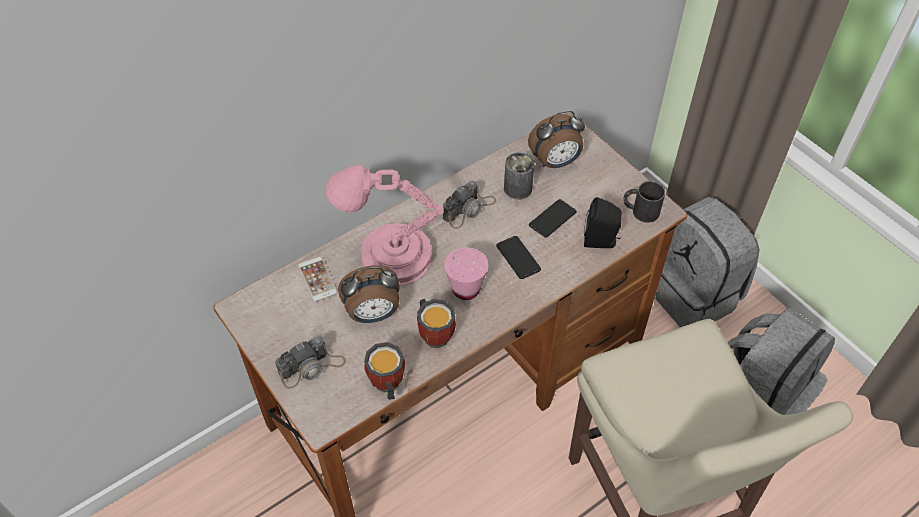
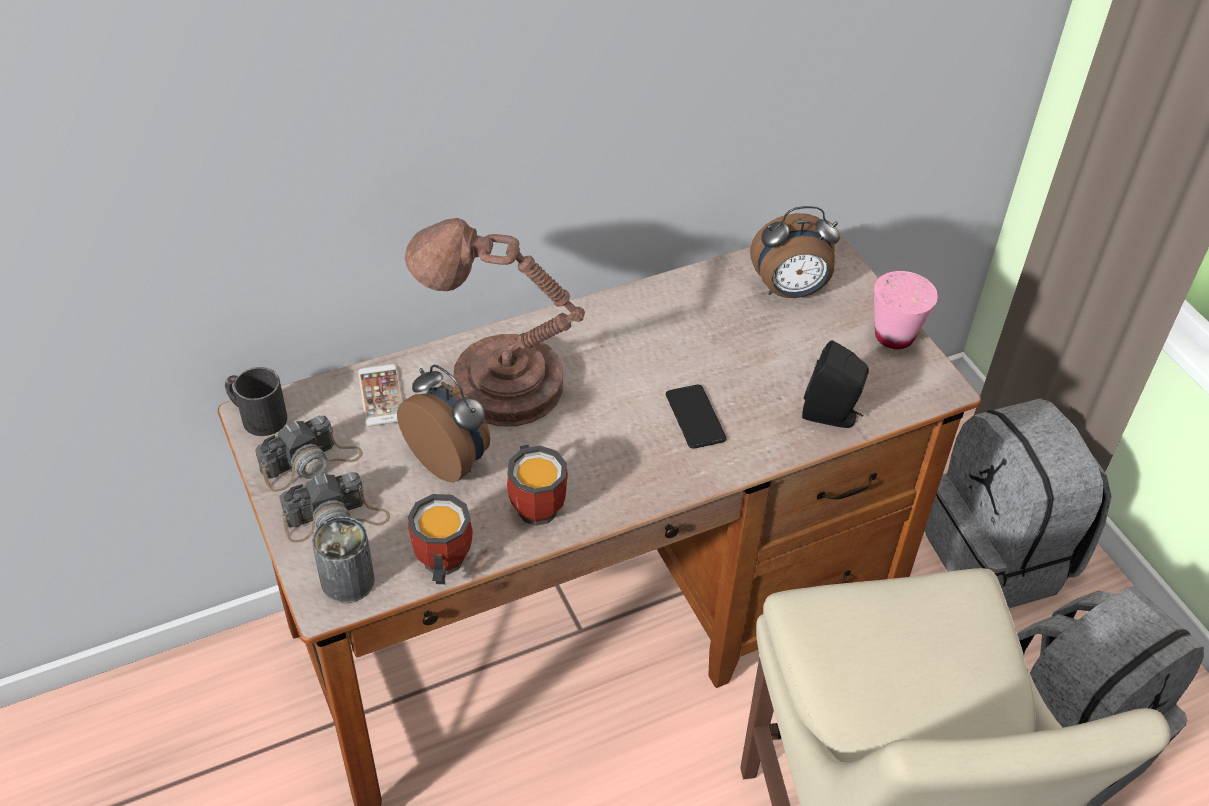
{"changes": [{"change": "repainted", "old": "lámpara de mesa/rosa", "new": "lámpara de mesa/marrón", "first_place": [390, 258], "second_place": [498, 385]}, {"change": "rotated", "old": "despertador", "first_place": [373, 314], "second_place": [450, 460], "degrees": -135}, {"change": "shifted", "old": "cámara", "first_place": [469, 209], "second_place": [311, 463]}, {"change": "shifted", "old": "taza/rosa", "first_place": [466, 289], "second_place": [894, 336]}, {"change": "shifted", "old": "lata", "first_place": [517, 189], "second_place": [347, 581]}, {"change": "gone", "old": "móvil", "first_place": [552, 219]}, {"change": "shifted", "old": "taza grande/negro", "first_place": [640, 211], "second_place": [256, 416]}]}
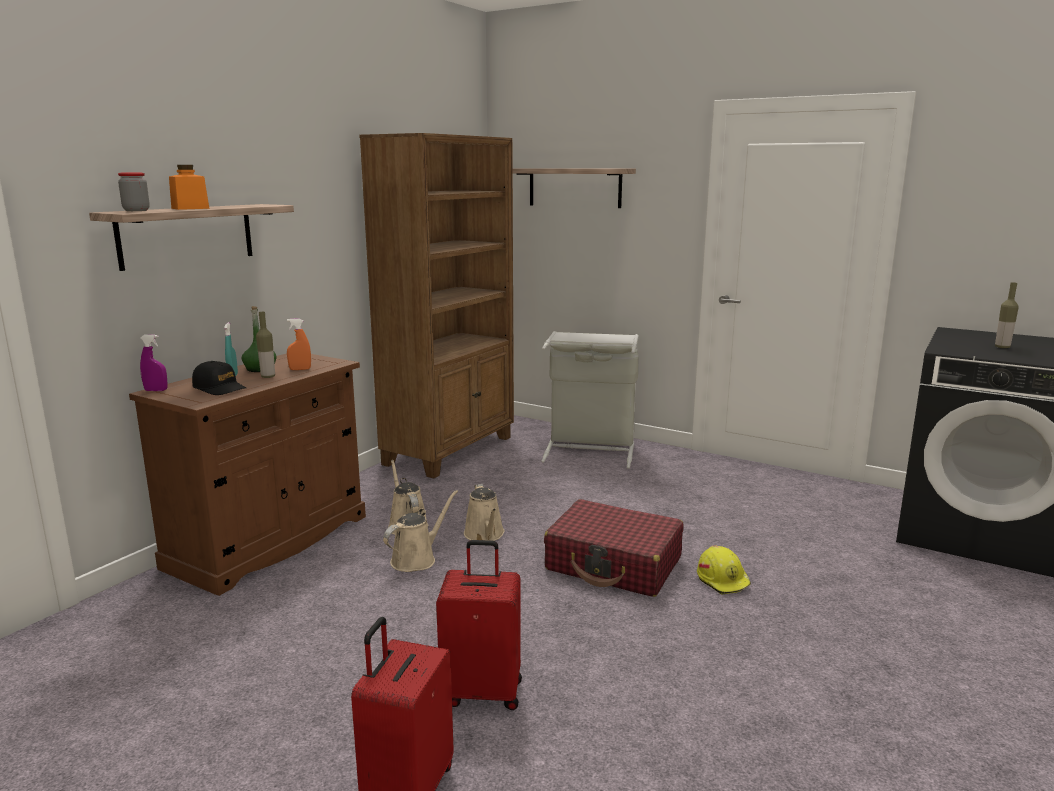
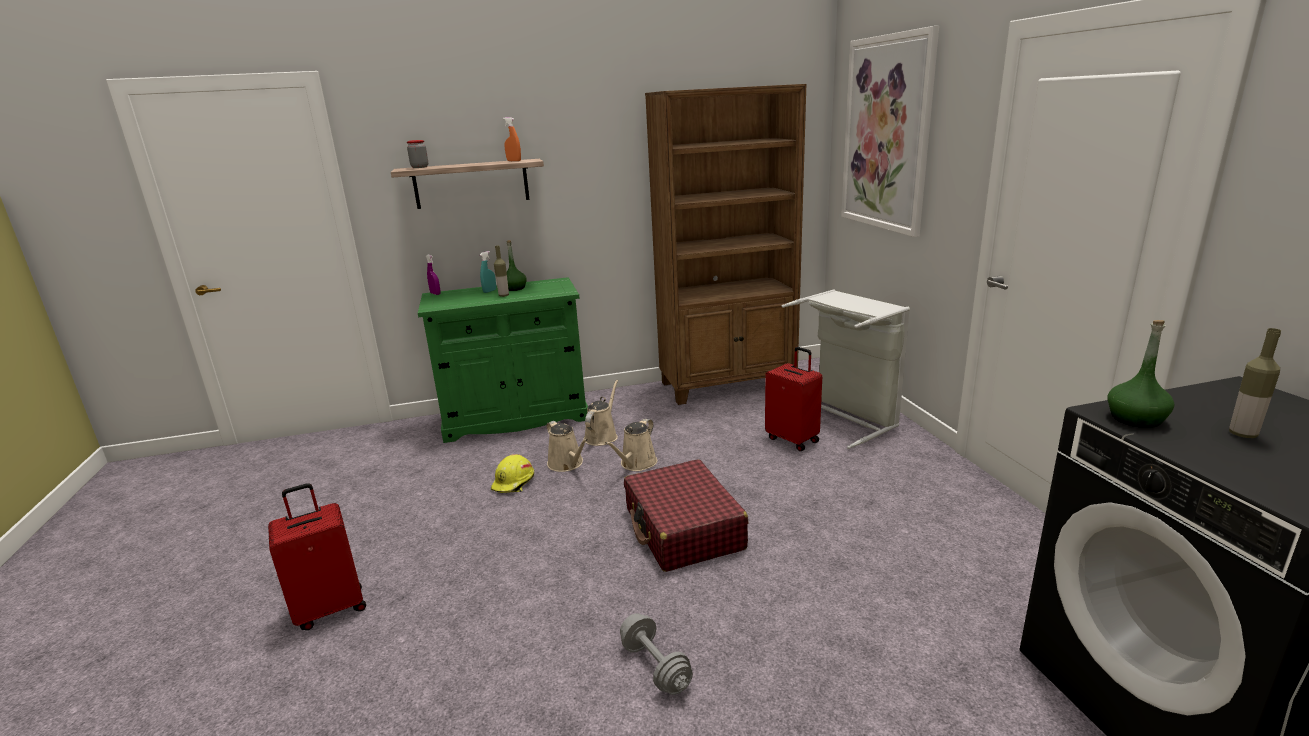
{"changes": [{"change": "repainted", "old": "armario/marrón", "new": "armario/verde", "first_place": [269, 541], "second_place": [516, 417]}, {"change": "gone", "old": "tarro/naranja", "first_place": [190, 208]}, {"change": "gone", "old": "gorra/negro", "first_place": [219, 388]}, {"change": "shifted", "old": "pulverizador/naranja", "first_place": [300, 369], "second_place": [514, 161]}, {"change": "rotated", "old": "regadera/beis", "first_place": [417, 559], "second_place": [567, 464], "degrees": 60}, {"change": "shifted", "old": "maleta/rojo", "first_place": [483, 691], "second_place": [793, 439]}, {"change": "swapped", "old": "estante", "new": "cuadro", "first_place": [574, 187], "second_place": [886, 134]}, {"change": "shifted", "old": "casco/amarillo", "first_place": [723, 580], "second_place": [514, 483]}, {"change": "new", "new": "mancuerna/gris", "second_place": [655, 667]}, {"change": "new", "new": "botella/verde", "second_place": [1135, 419]}]}
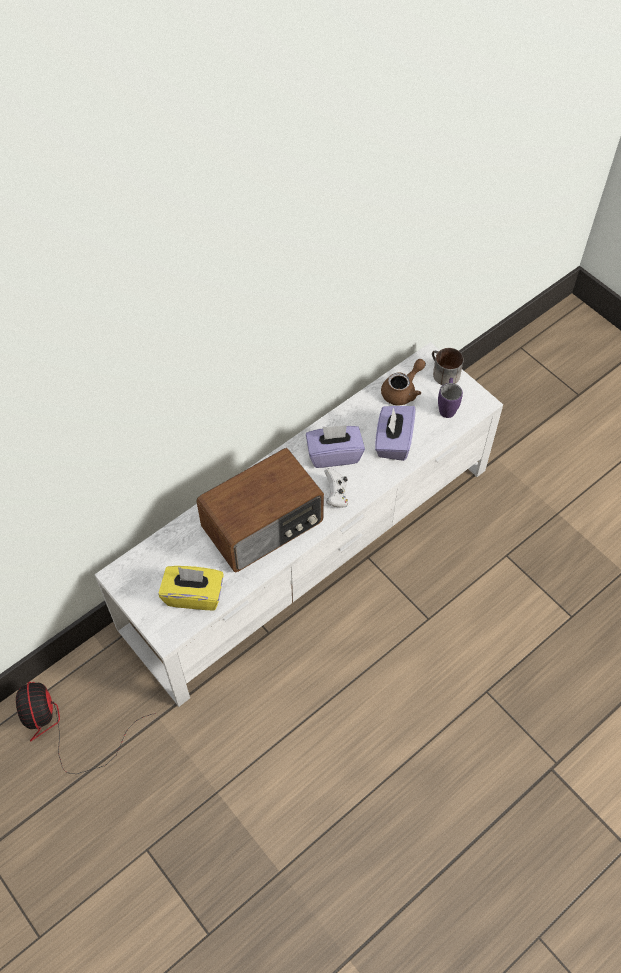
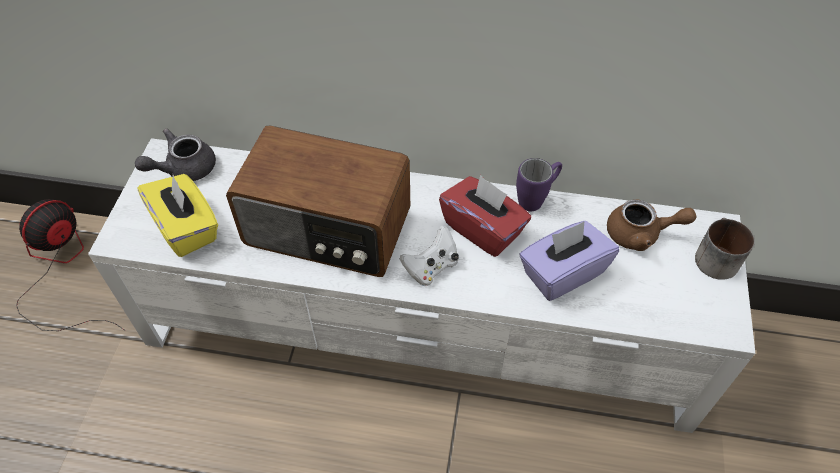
{"changes": [{"change": "repainted", "old": "caja de pañuelos/morado", "new": "caja de pañuelos/rojo", "first_place": [334, 454], "second_place": [483, 229]}, {"change": "shifted", "old": "taza grande/morado", "first_place": [447, 407], "second_place": [536, 199]}, {"change": "new", "new": "tetera/gris", "second_place": [184, 169]}]}
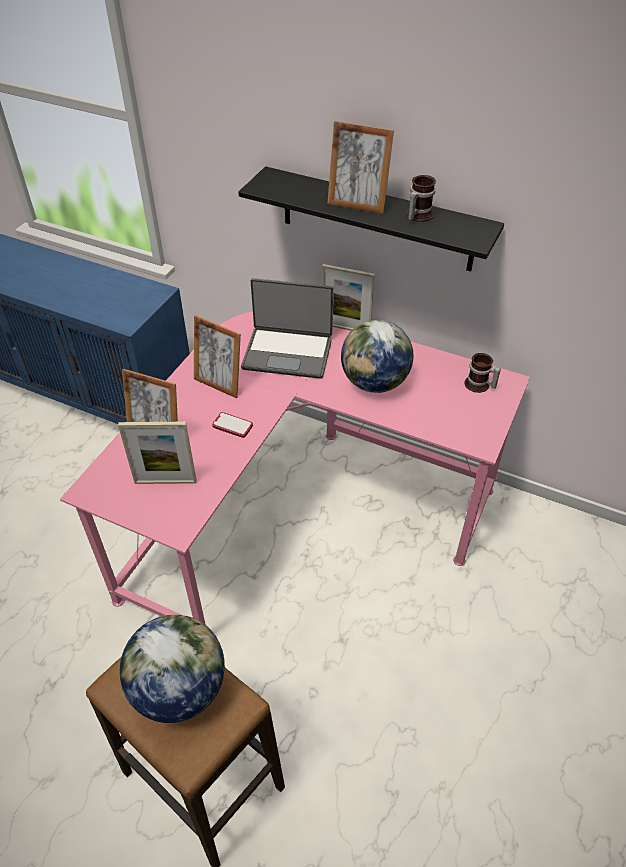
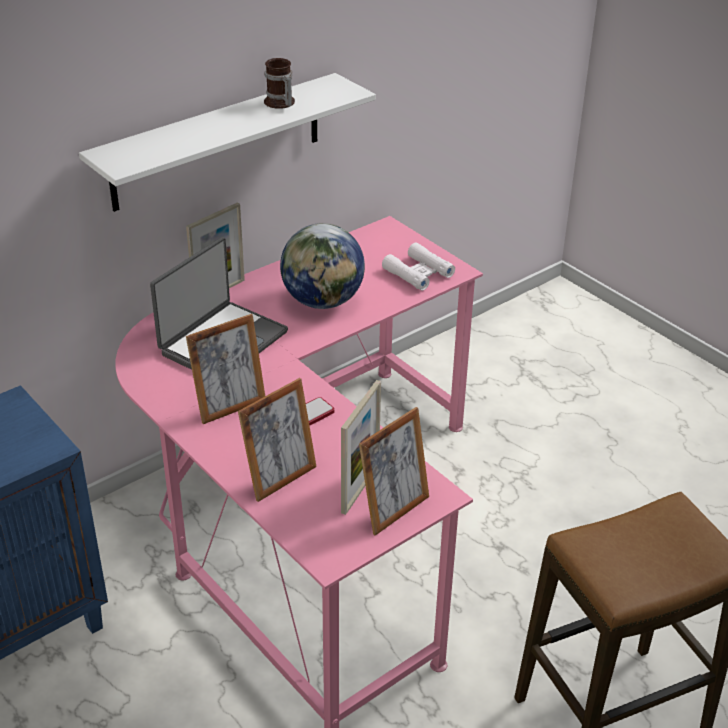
{"changes": [{"change": "gone", "old": "globo terráqueo", "first_place": [179, 689]}, {"change": "repainted", "old": "estante/negro", "new": "estante/blanco", "first_place": [376, 220], "second_place": [217, 142]}, {"change": "shifted", "old": "portarretratos", "first_place": [357, 205], "second_place": [394, 510]}, {"change": "gone", "old": "taza grande", "first_place": [479, 386]}, {"change": "new", "new": "prismáticos/blanco", "second_place": [418, 273]}]}
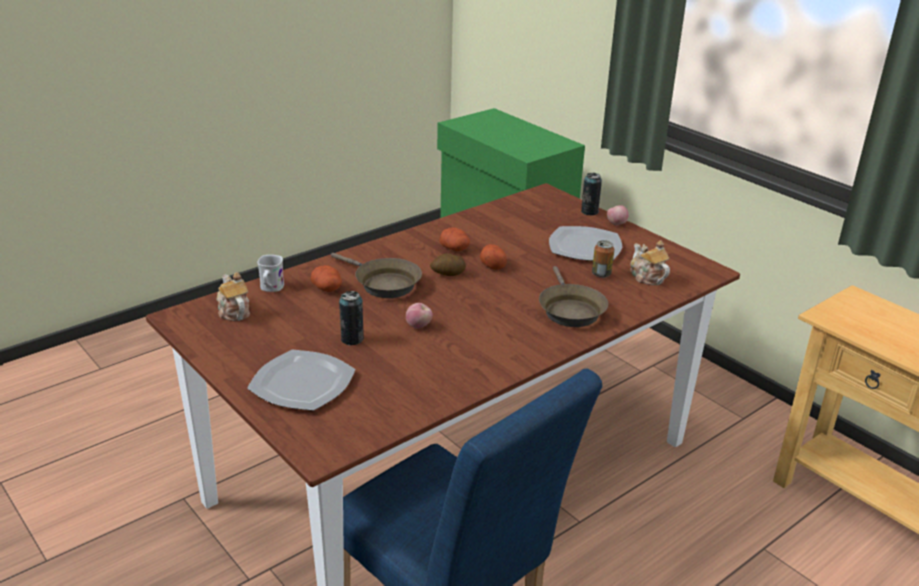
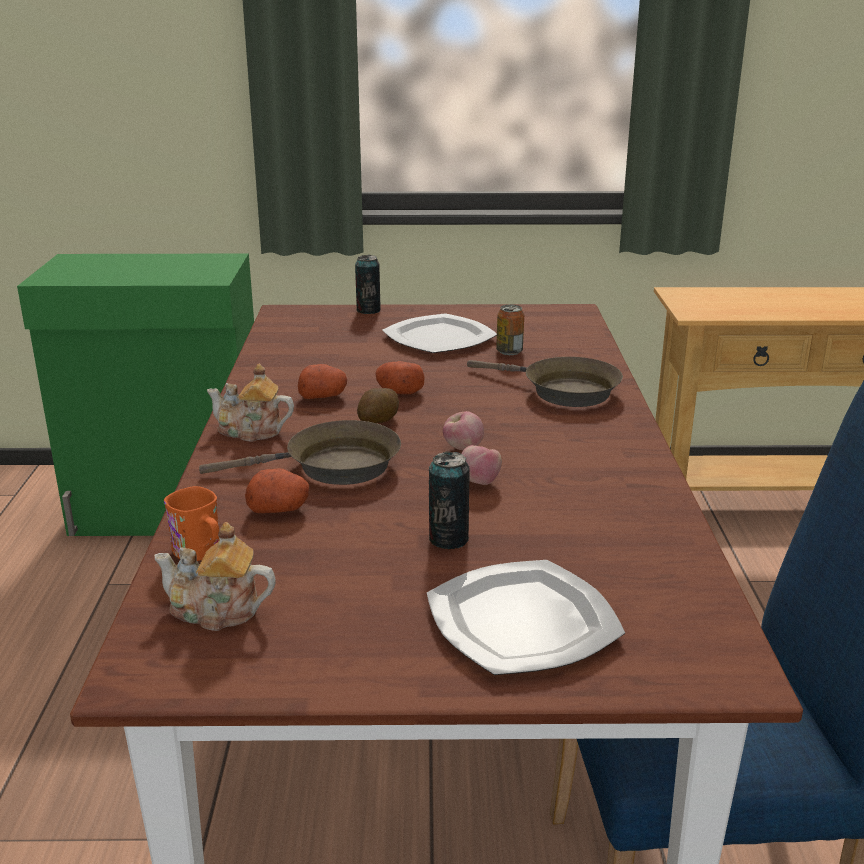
{"changes": [{"change": "repainted", "old": "taza grande/blanco", "new": "taza grande/naranja", "first_place": [271, 288], "second_place": [201, 553]}, {"change": "shifted", "old": "manzana", "first_place": [616, 224], "second_place": [462, 448]}, {"change": "shifted", "old": "tetera", "first_place": [647, 277], "second_place": [251, 431]}]}
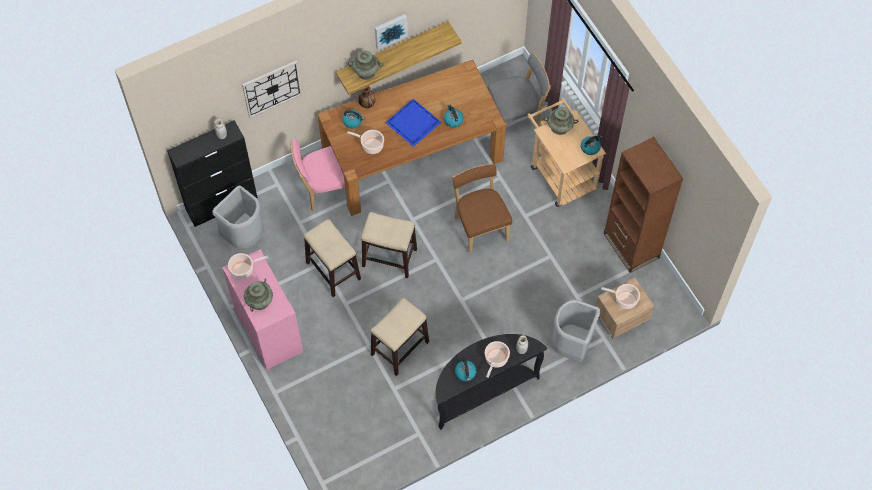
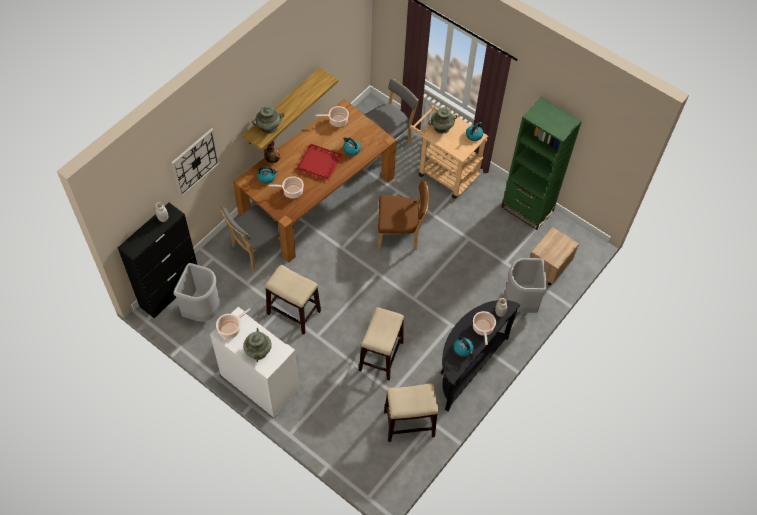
{"changes": [{"change": "repainted", "old": "armario/rosa", "new": "armario/blanco", "first_place": [267, 330], "second_place": [259, 383]}, {"change": "repainted", "old": "silla/rosa", "new": "silla/gris", "first_place": [325, 189], "second_place": [256, 249]}, {"change": "shifted", "old": "taburete", "first_place": [389, 257], "second_place": [408, 424]}, {"change": "gone", "old": "cuadro", "first_place": [390, 30]}, {"change": "repainted", "old": "bandeja/azul", "new": "bandeja/rojo", "first_place": [414, 123], "second_place": [320, 162]}, {"change": "rotated", "old": "silla/marrón", "first_place": [480, 226], "second_place": [400, 235], "degrees": 135}, {"change": "shifted", "old": "olla", "first_place": [624, 299], "second_place": [337, 121]}, {"change": "repainted", "old": "estantería/marrón", "new": "estantería/verde", "first_place": [631, 246], "second_place": [527, 209]}]}
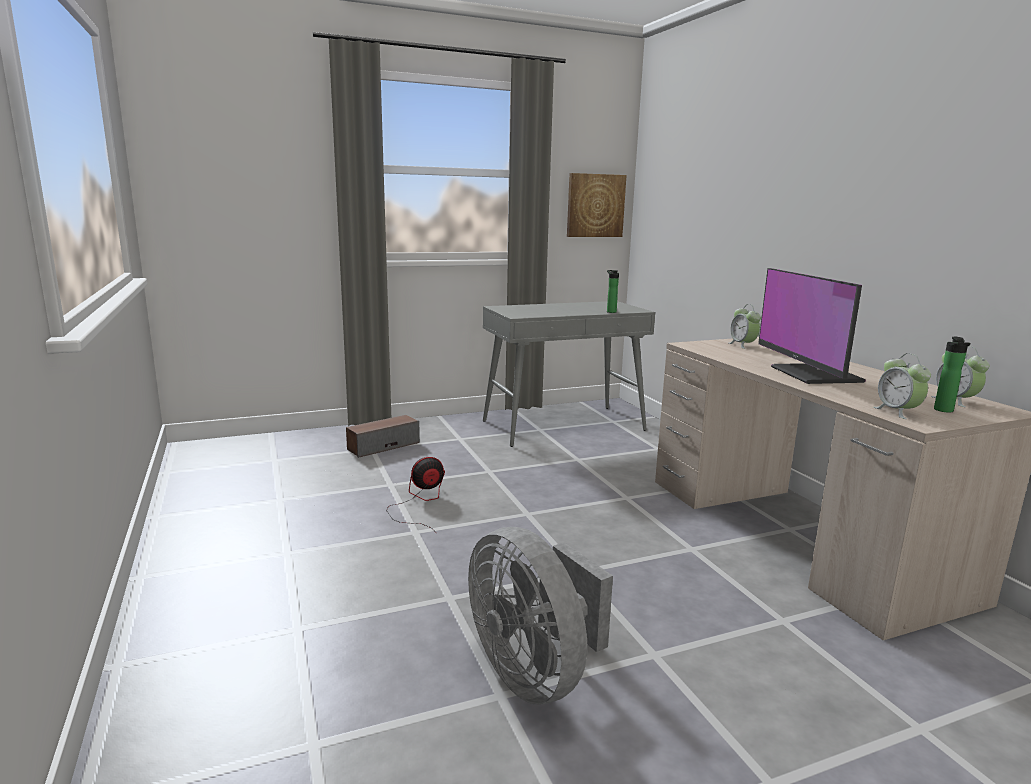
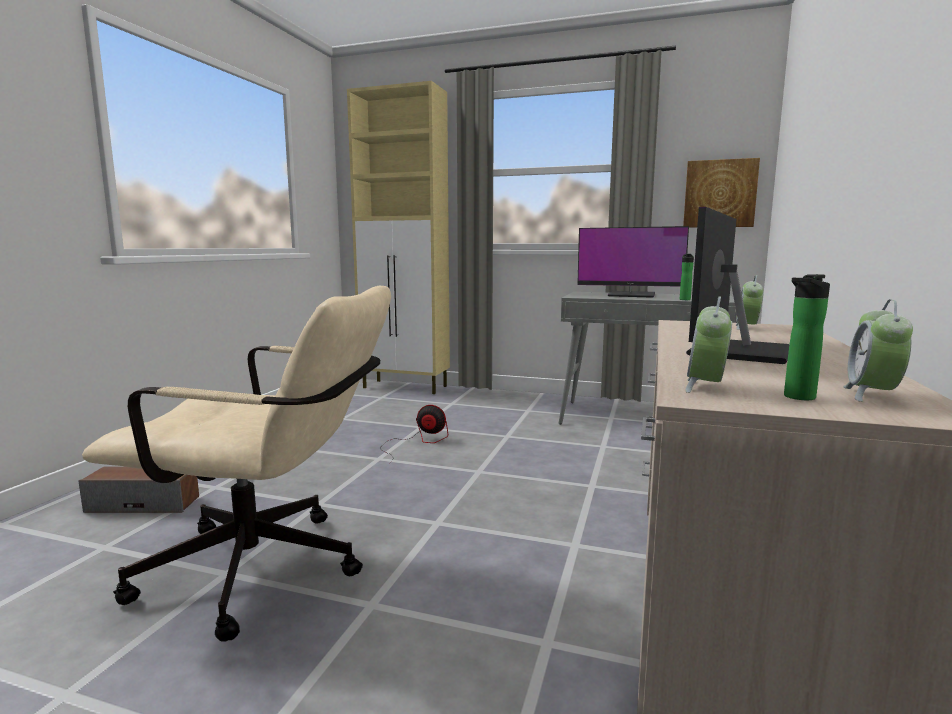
{"changes": [{"change": "shifted", "old": "altavoz", "first_place": [383, 446], "second_place": [144, 504]}, {"change": "swapped", "old": "ventilador/gris", "new": "silla de oficina/beis", "first_place": [535, 673], "second_place": [270, 571]}, {"change": "new", "new": "armario/beis", "second_place": [406, 387]}, {"change": "new", "new": "monitor", "second_place": [631, 295]}]}
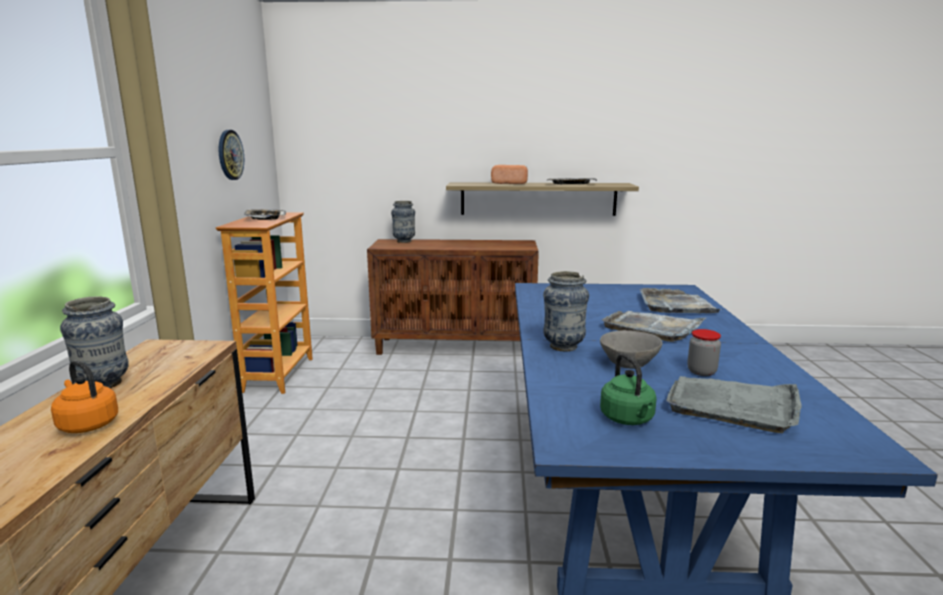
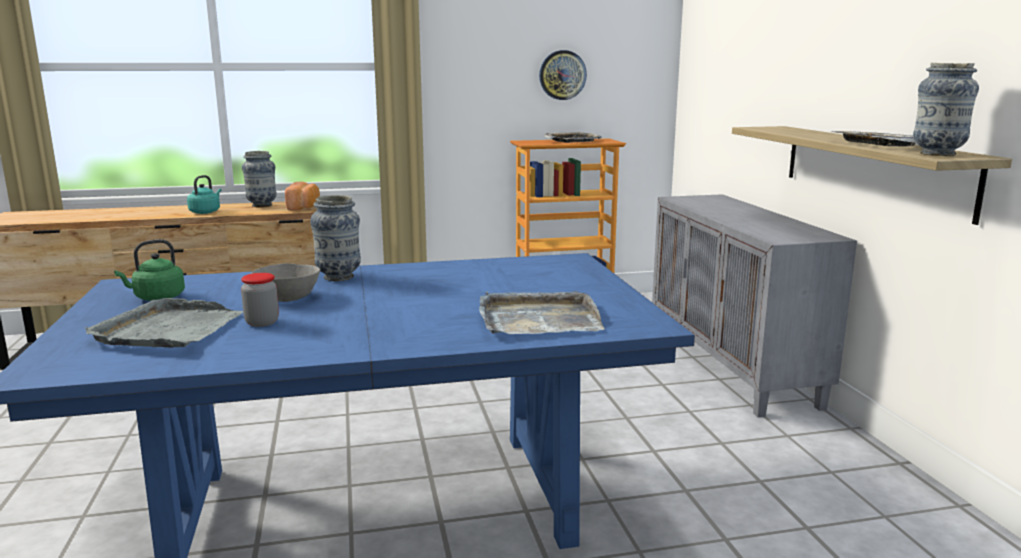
{"changes": [{"change": "repainted", "old": "hervidor/naranja", "new": "hervidor/turquesa", "first_place": [87, 424], "second_place": [206, 212]}, {"change": "repainted", "old": "armario/marrón", "new": "armario/gris", "first_place": [456, 347], "second_place": [732, 366]}, {"change": "shifted", "old": "florero", "first_place": [404, 241], "second_place": [938, 154]}, {"change": "shifted", "old": "pan", "first_place": [510, 183], "second_place": [304, 207]}, {"change": "gone", "old": "bandeja/gris", "first_place": [653, 328]}]}
